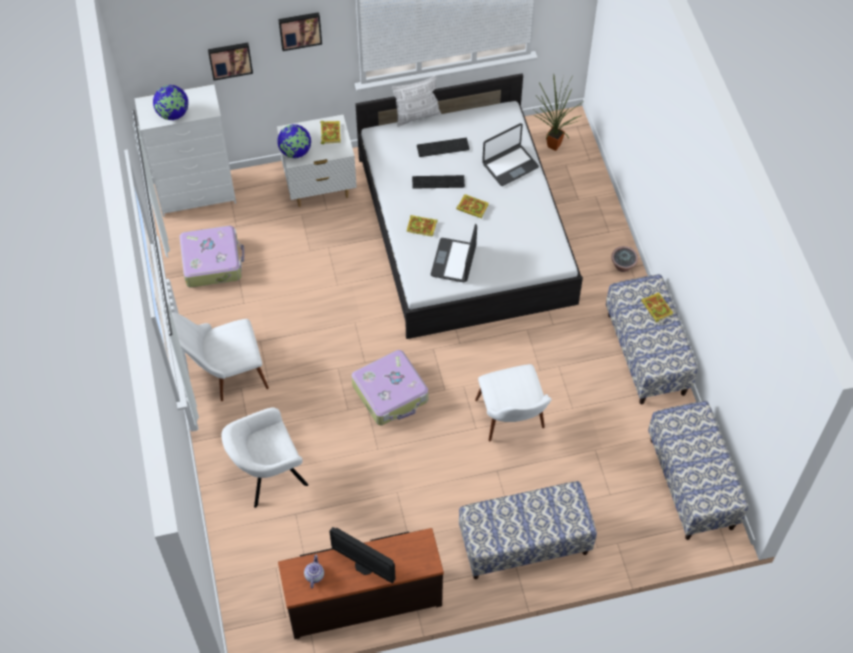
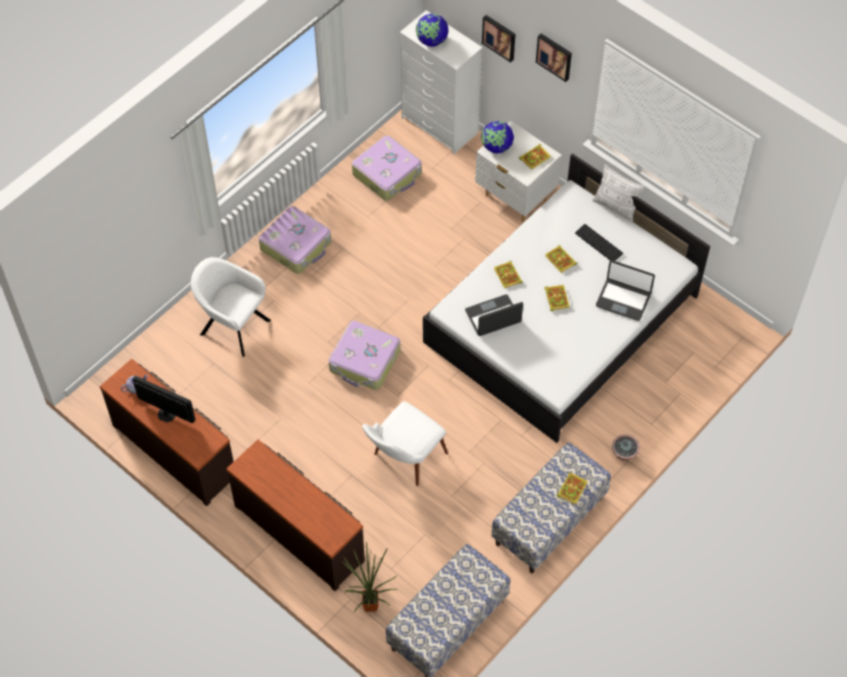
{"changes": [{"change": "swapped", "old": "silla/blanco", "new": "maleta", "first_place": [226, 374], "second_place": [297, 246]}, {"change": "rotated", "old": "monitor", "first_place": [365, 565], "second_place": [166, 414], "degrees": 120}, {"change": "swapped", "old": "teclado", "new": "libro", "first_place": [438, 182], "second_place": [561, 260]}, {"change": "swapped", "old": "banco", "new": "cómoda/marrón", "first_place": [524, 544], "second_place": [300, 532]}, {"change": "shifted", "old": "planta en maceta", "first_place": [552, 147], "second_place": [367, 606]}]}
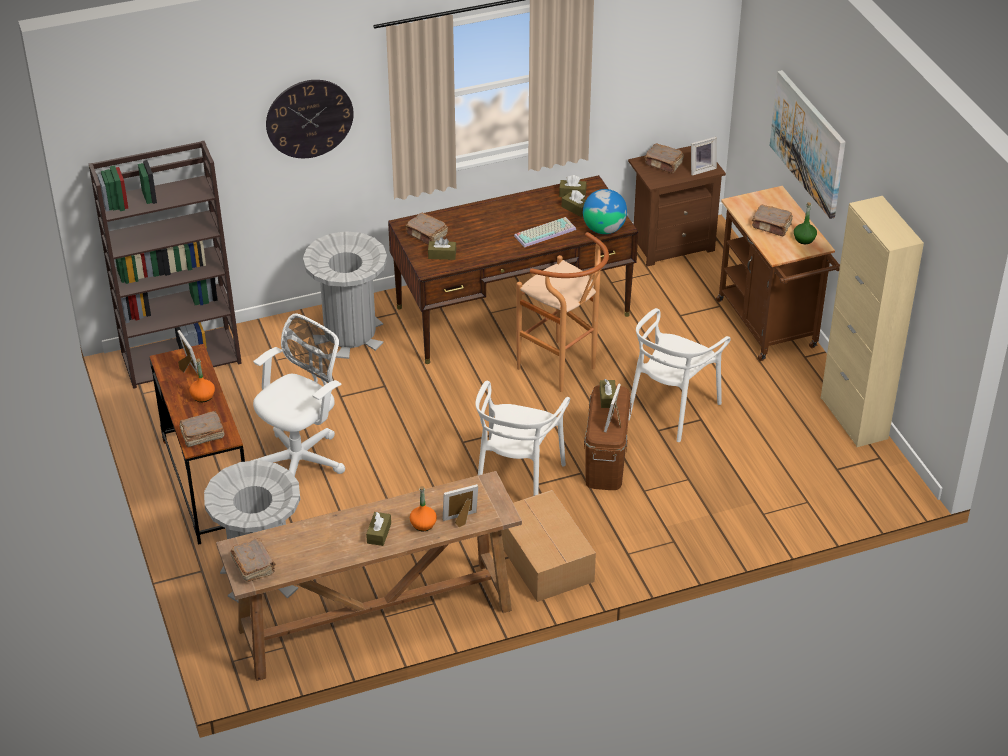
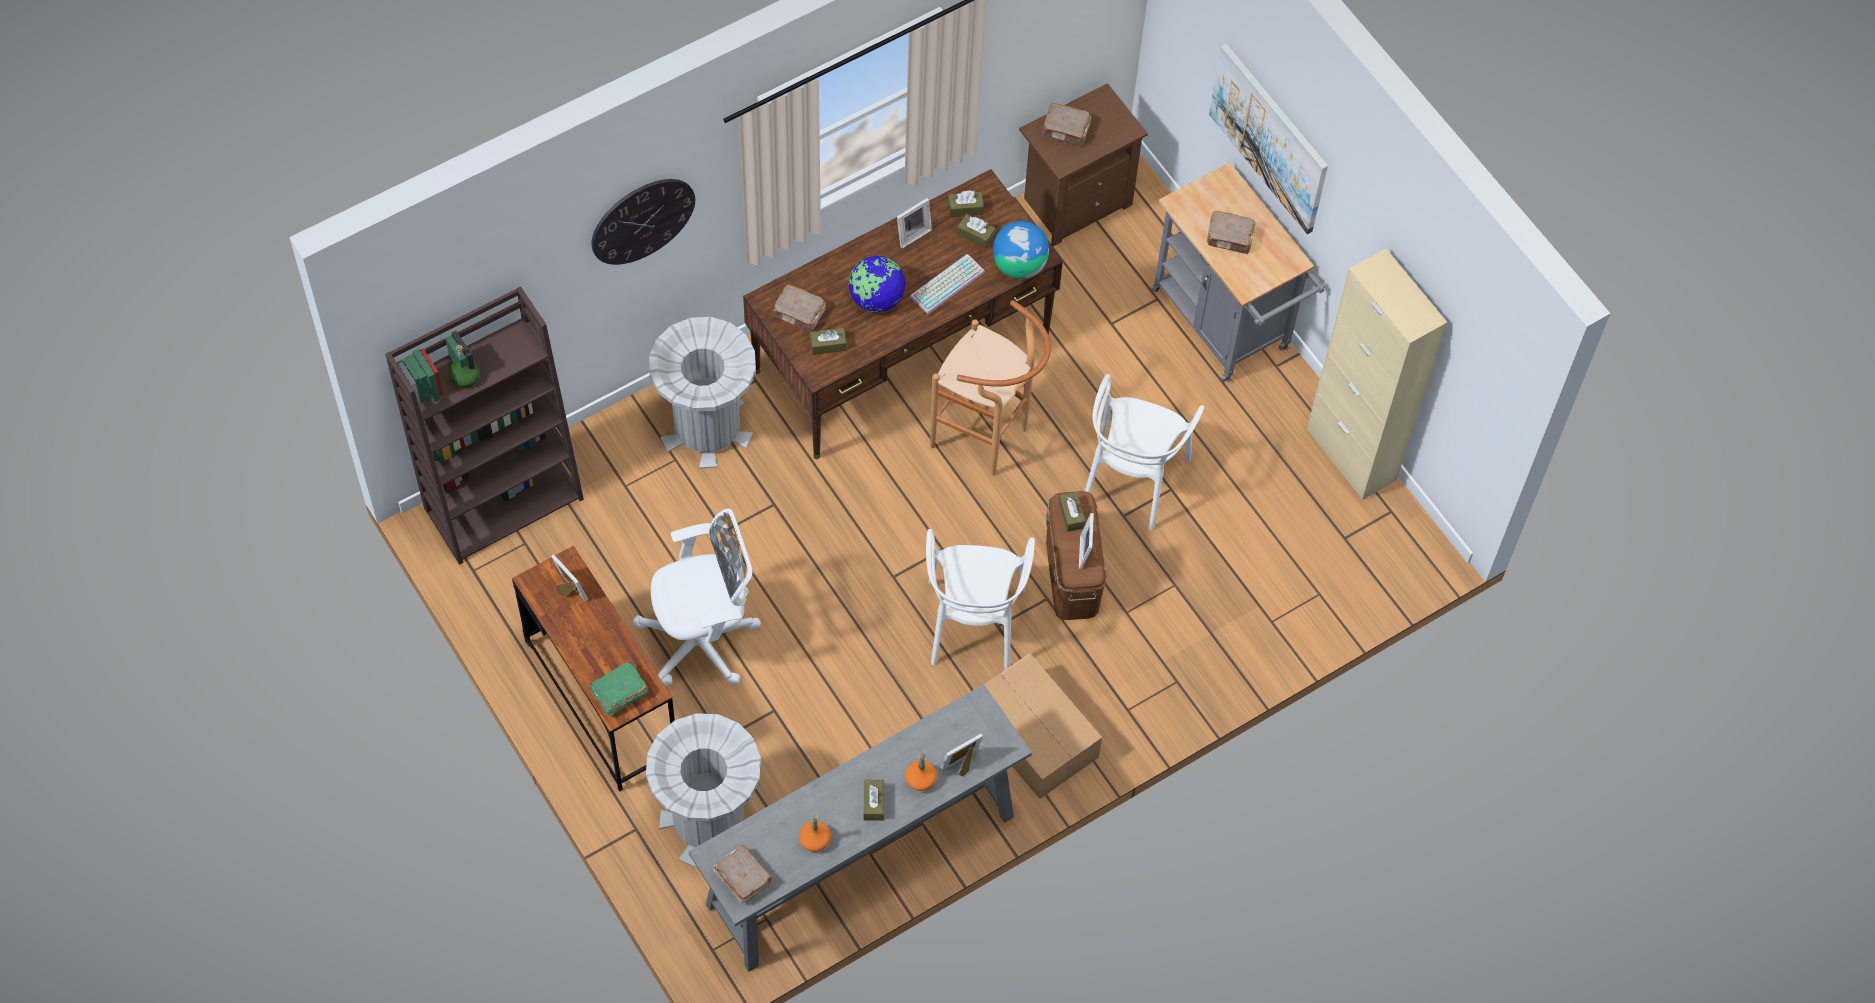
{"changes": [{"change": "repainted", "old": "libro/marrón", "new": "libro/verde", "first_place": [202, 435], "second_place": [619, 693]}, {"change": "shifted", "old": "botella/naranja", "first_place": [203, 396], "second_place": [815, 840]}, {"change": "repainted", "old": "mesa consola/marrón", "new": "mesa consola/gris", "first_place": [374, 620], "second_place": [859, 861]}, {"change": "rotated", "old": "silla de oficina/blanco", "first_place": [300, 460], "second_place": [704, 640], "degrees": 45}, {"change": "shifted", "old": "portarretratos", "first_place": [701, 169], "second_place": [911, 233]}, {"change": "repainted", "old": "carrito/marrón", "new": "carrito/gris", "first_place": [770, 328], "second_place": [1226, 326]}, {"change": "shifted", "old": "botella/verde", "first_place": [804, 239], "second_place": [465, 378]}, {"change": "new", "new": "globo terráqueo", "second_place": [876, 299]}]}
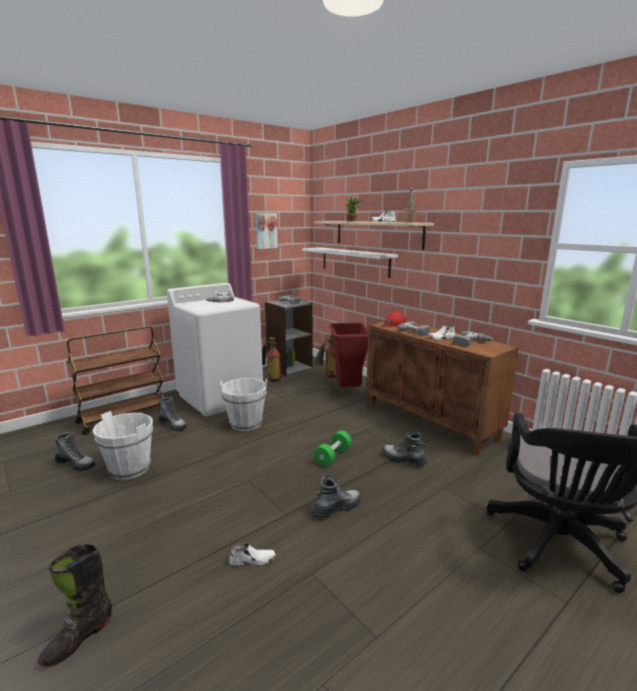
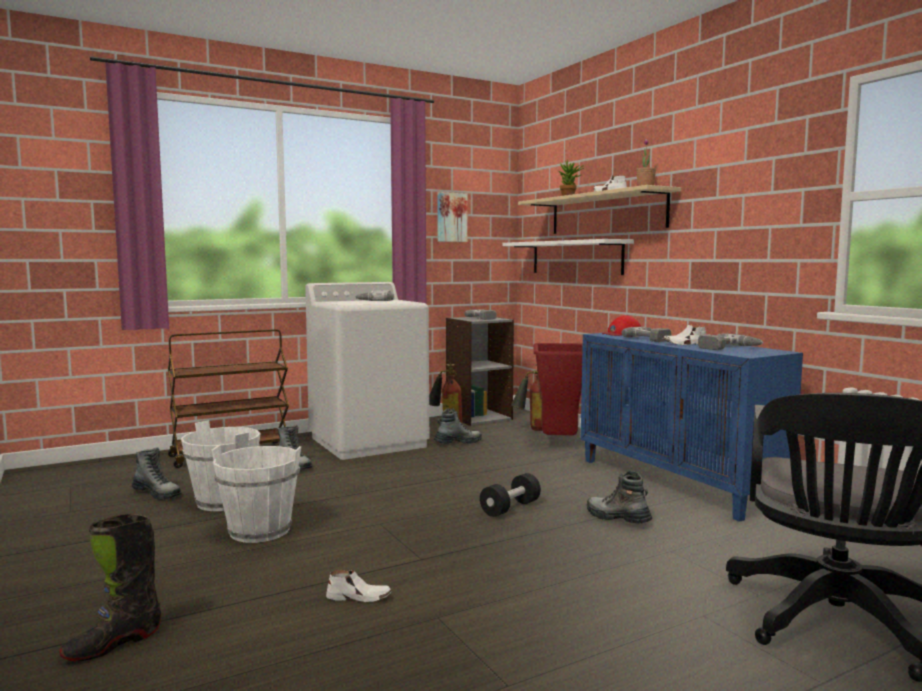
{"changes": [{"change": "shifted", "old": "cubo/blanco", "first_place": [246, 423], "second_place": [260, 531]}, {"change": "shifted", "old": "bota", "first_place": [337, 508], "second_place": [458, 442]}, {"change": "repainted", "old": "mancuerna/verde", "new": "mancuerna/negro", "first_place": [333, 456], "second_place": [510, 508]}, {"change": "repainted", "old": "armario/marrón", "new": "armario/azul", "first_place": [430, 421], "second_place": [677, 482]}]}
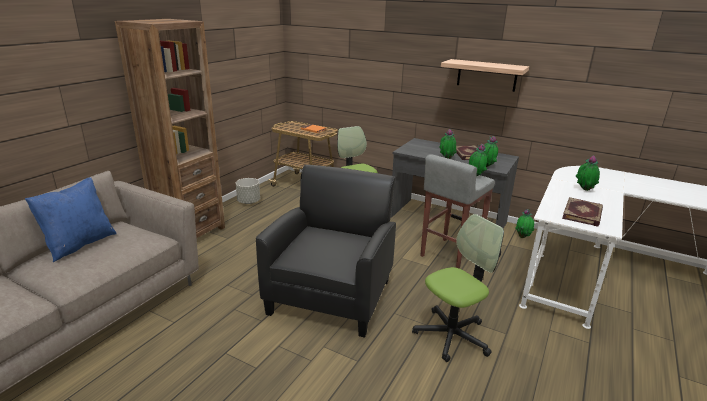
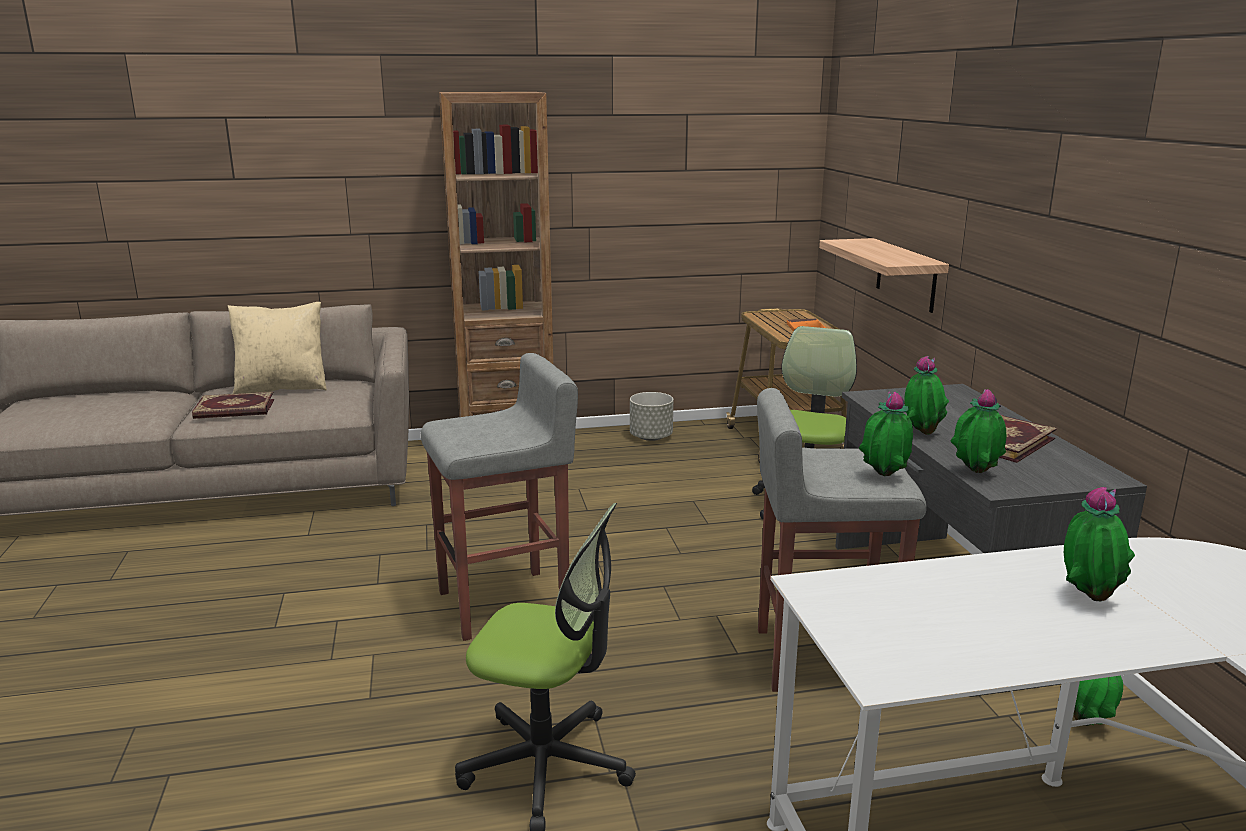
{"changes": [{"change": "repainted", "old": "cojín/azul", "new": "cojín/beis", "first_place": [79, 244], "second_place": [282, 388]}, {"change": "swapped", "old": "sillón/negro", "new": "taburete/gris", "first_place": [331, 295], "second_place": [506, 604]}, {"change": "shifted", "old": "estante", "first_place": [486, 75], "second_place": [906, 275]}, {"change": "shifted", "old": "libro", "first_place": [583, 214], "second_place": [234, 409]}]}
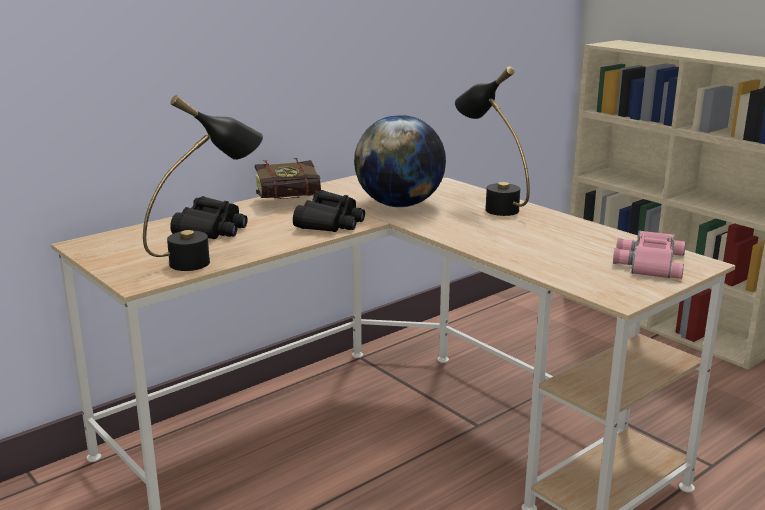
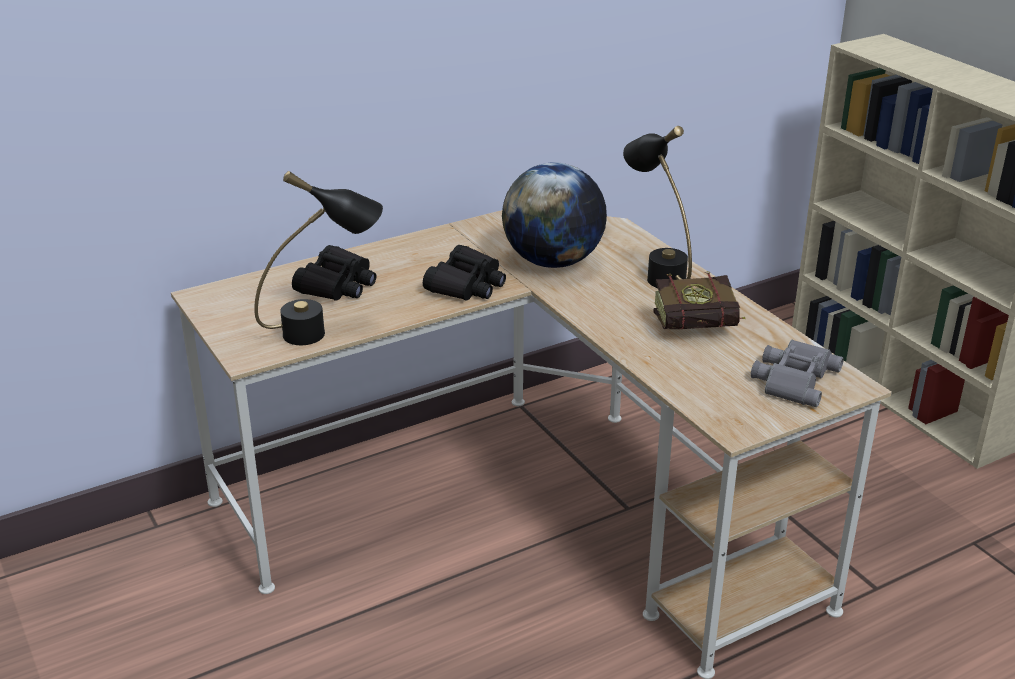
{"changes": [{"change": "shifted", "old": "libro", "first_place": [295, 201], "second_place": [703, 328]}, {"change": "repainted", "old": "prismáticos/rosa", "new": "prismáticos/gris", "first_place": [647, 262], "second_place": [793, 378]}]}
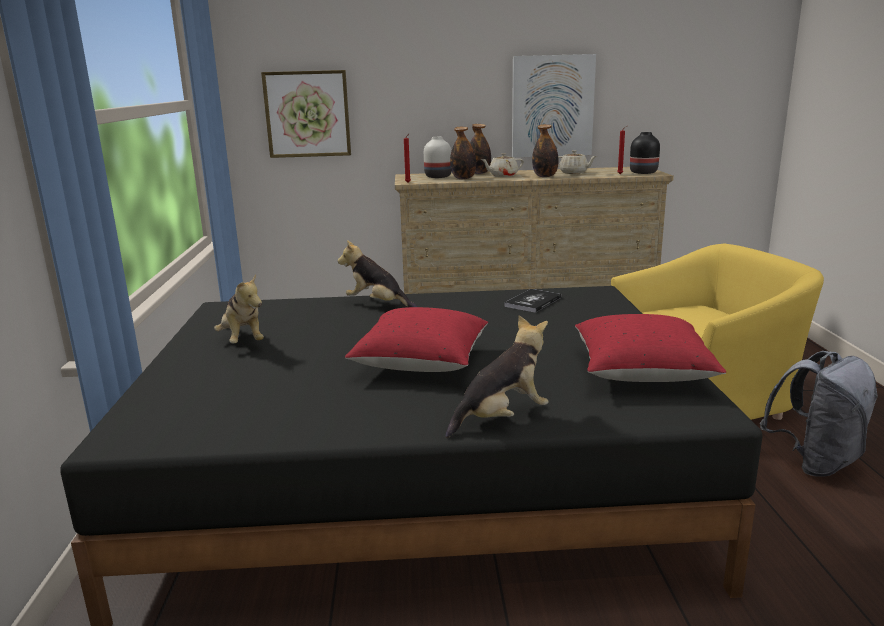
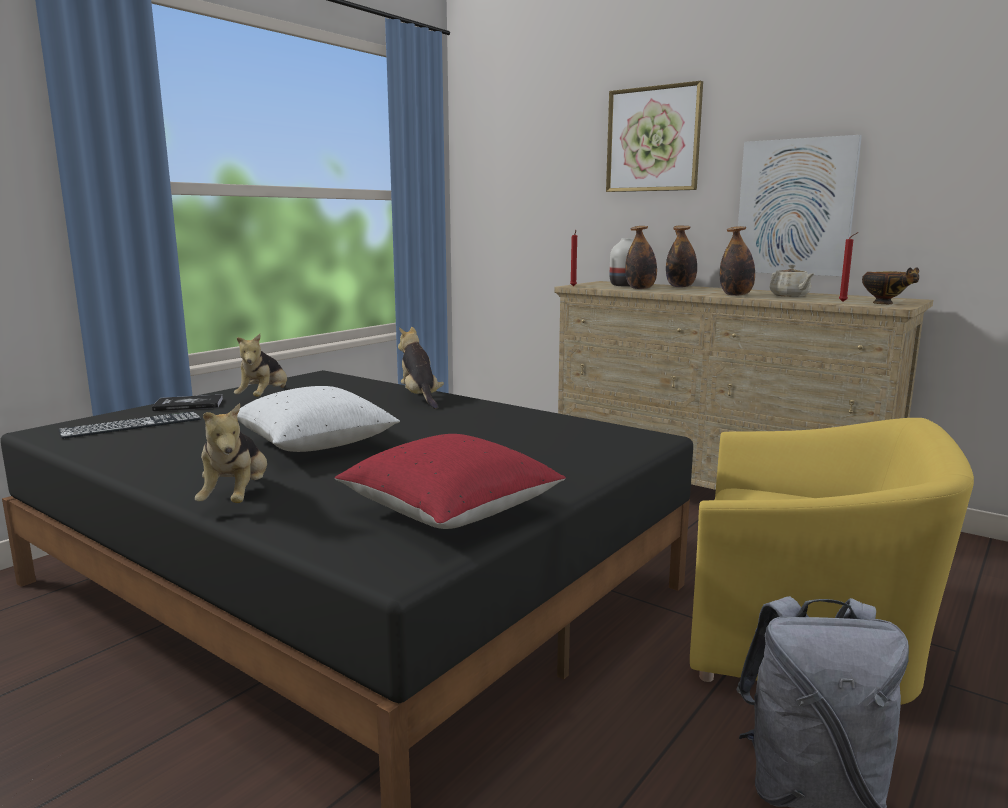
{"changes": [{"change": "shifted", "old": "cuadro", "first_place": [307, 114], "second_place": [653, 139]}, {"change": "repainted", "old": "cojín/rojo", "new": "cojín/blanco", "first_place": [421, 363], "second_place": [315, 444]}, {"change": "rotated", "old": "peluche", "first_place": [501, 418], "second_place": [237, 499], "degrees": 75}, {"change": "gone", "old": "tetera/beis", "first_place": [502, 176]}, {"change": "shifted", "old": "libro", "first_place": [533, 302], "second_place": [188, 405]}, {"change": "swapped", "old": "florero/negro", "new": "cuenco", "first_place": [642, 172], "second_place": [885, 303]}, {"change": "new", "new": "teclado", "second_place": [131, 425]}]}
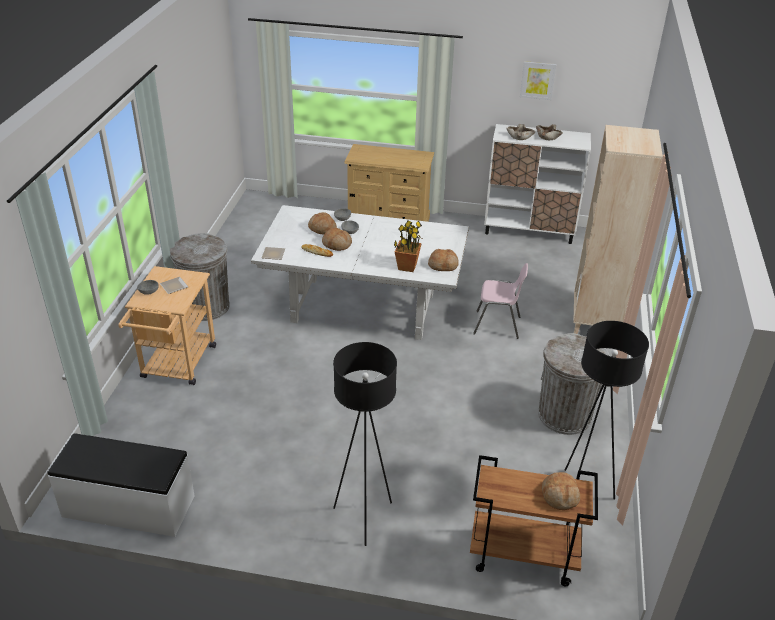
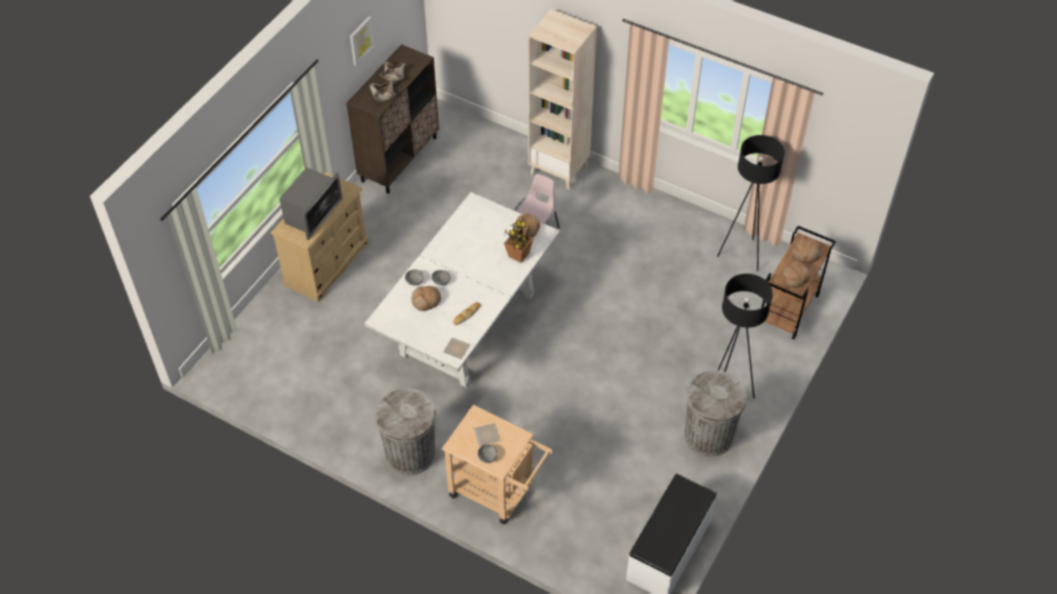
{"changes": [{"change": "shifted", "old": "pan", "first_place": [337, 244], "second_place": [795, 278]}, {"change": "repainted", "old": "armario/blanco", "new": "armario/marrón", "first_place": [529, 231], "second_place": [399, 159]}, {"change": "shifted", "old": "papelera/gris", "first_place": [564, 415], "second_place": [708, 435]}, {"change": "new", "new": "microondas", "second_place": [312, 213]}]}
